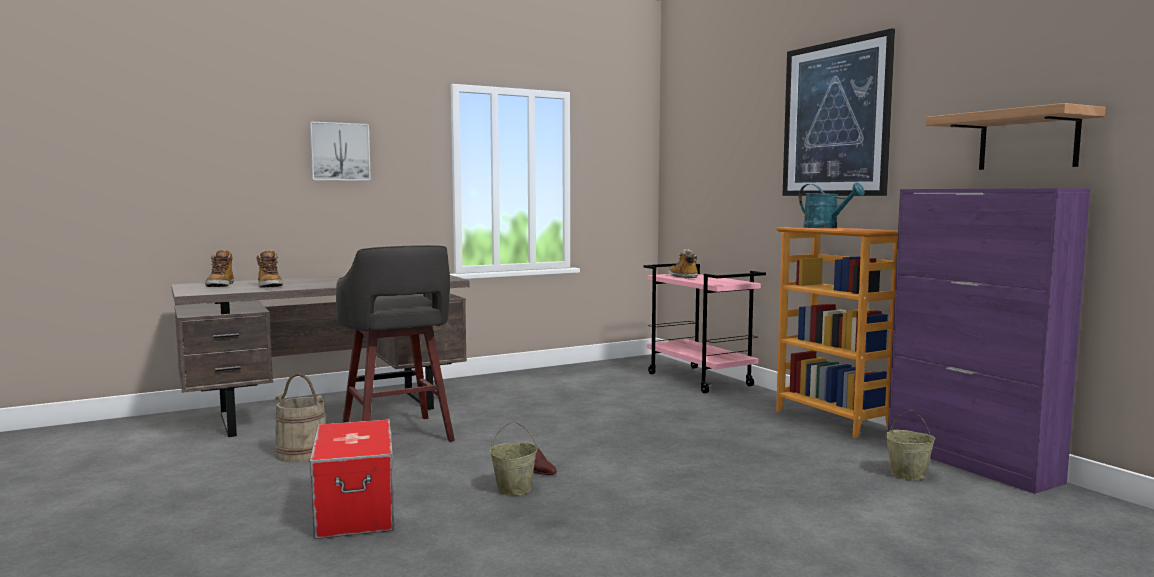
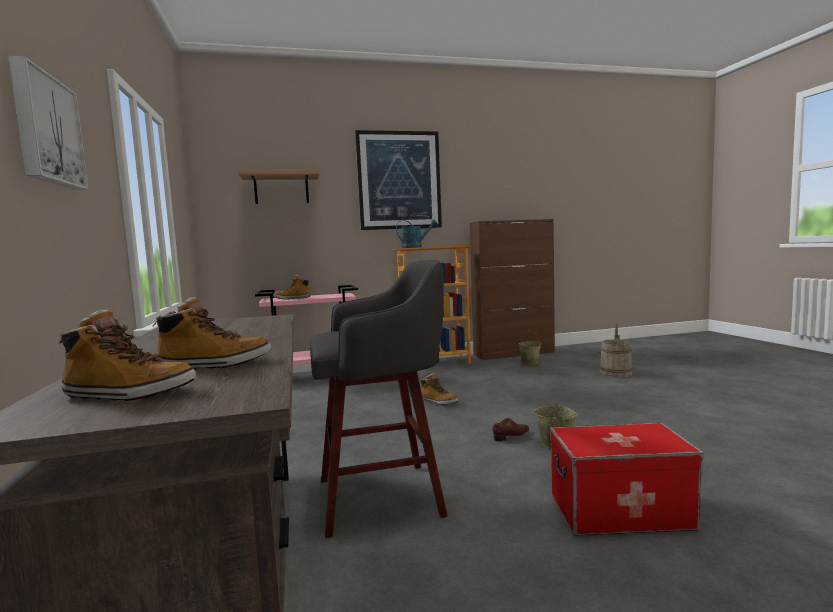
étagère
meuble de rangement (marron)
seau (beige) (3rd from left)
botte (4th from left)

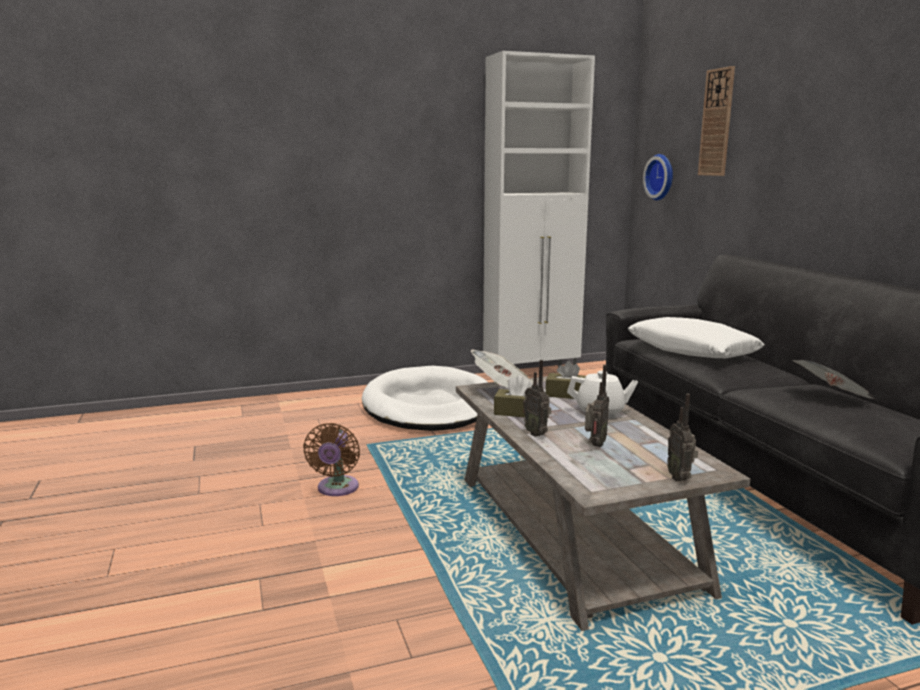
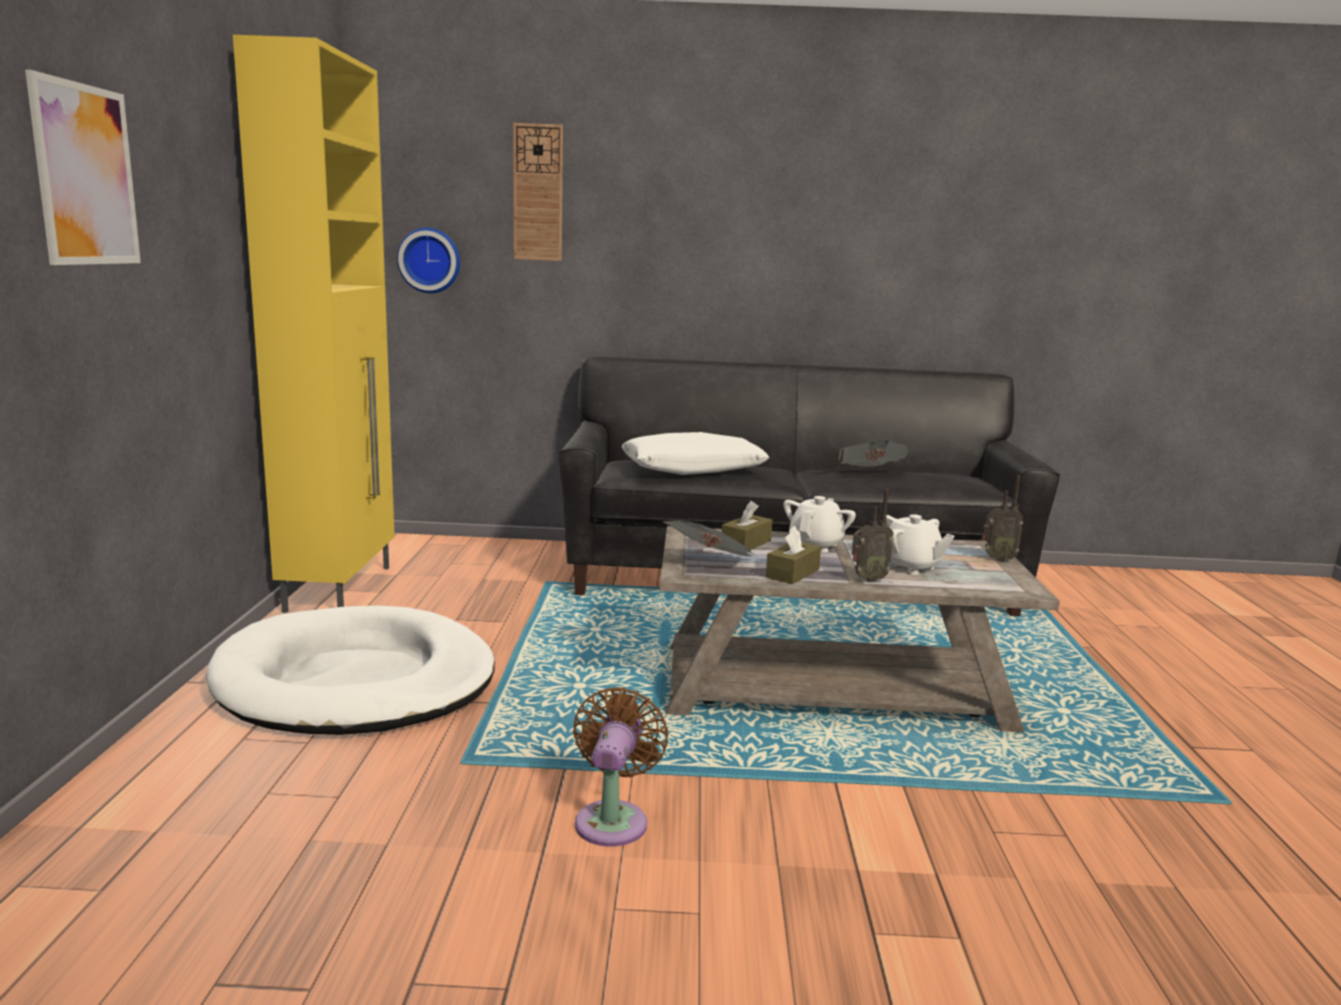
meuble de rangement (jaune)
théière (blanc) (2nd from left)
ventilateur (marron)
tableau

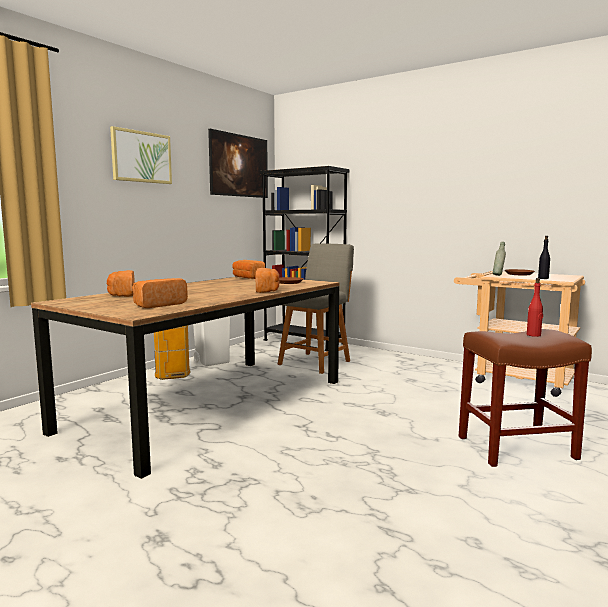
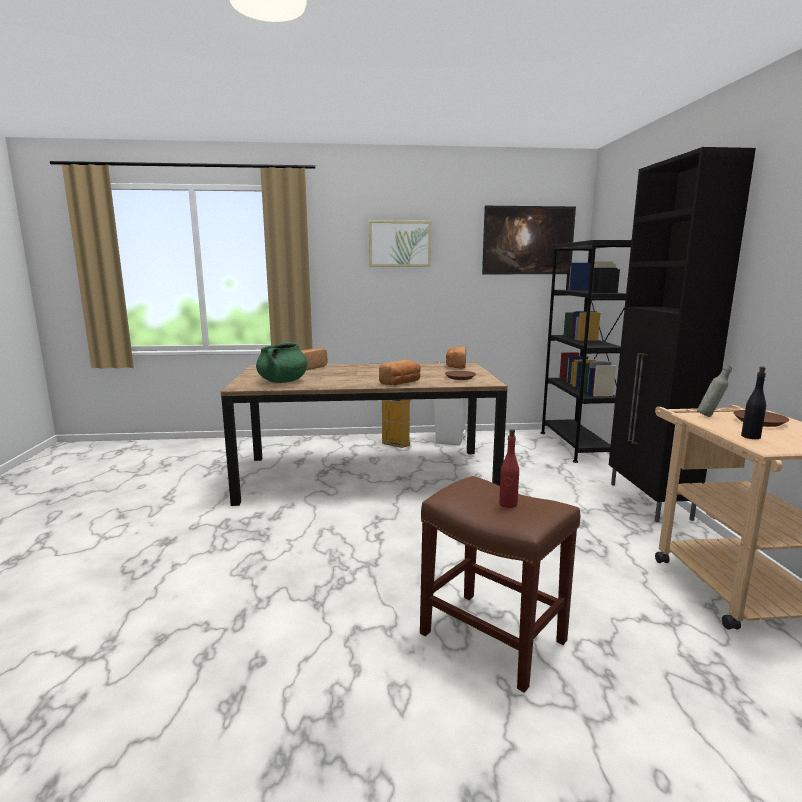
chaise (gris)
marmite (vert)
meuble de rangement (noir)

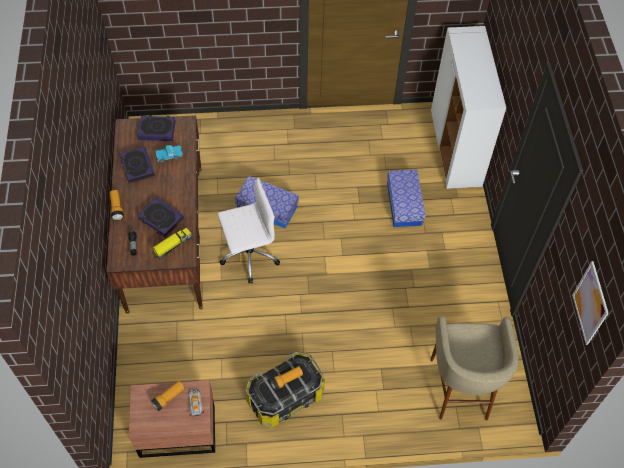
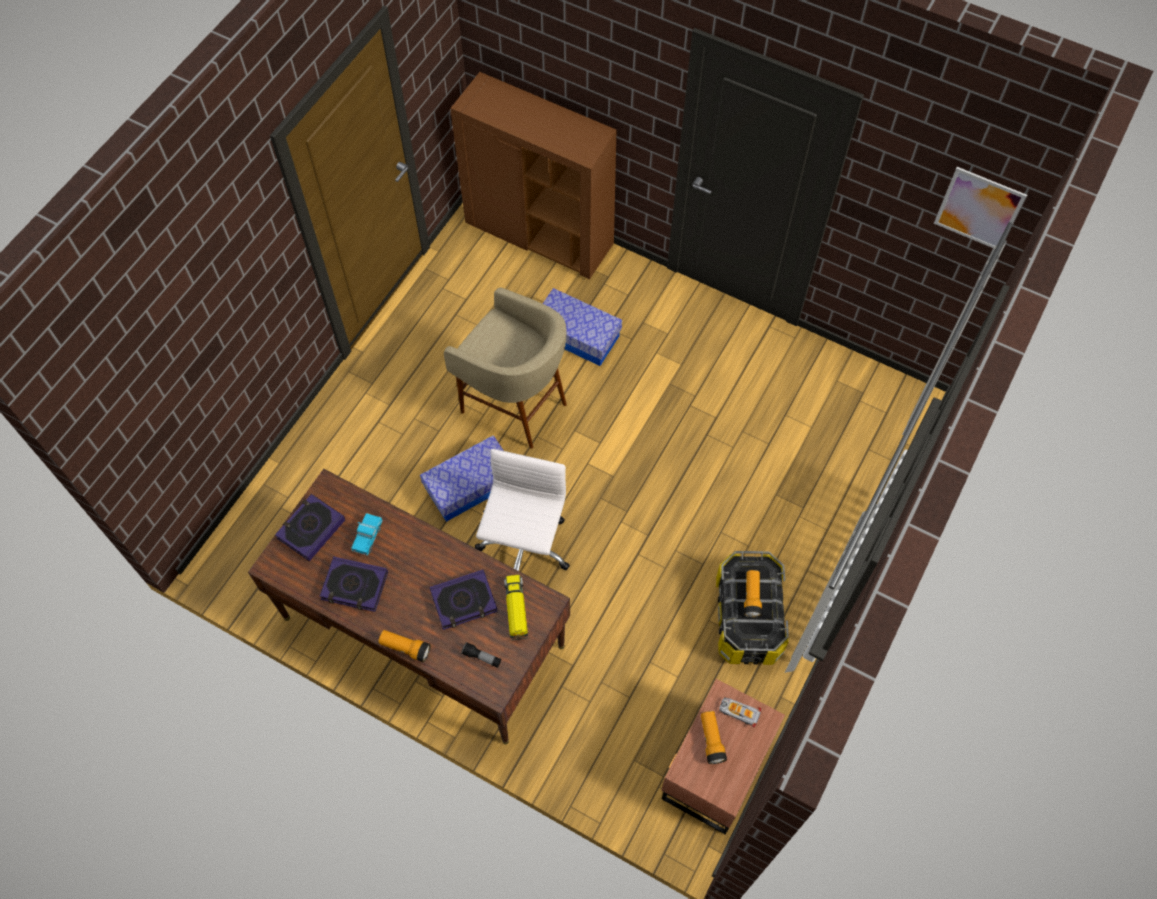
meuble de rangement (marron)
tabouret (beige)

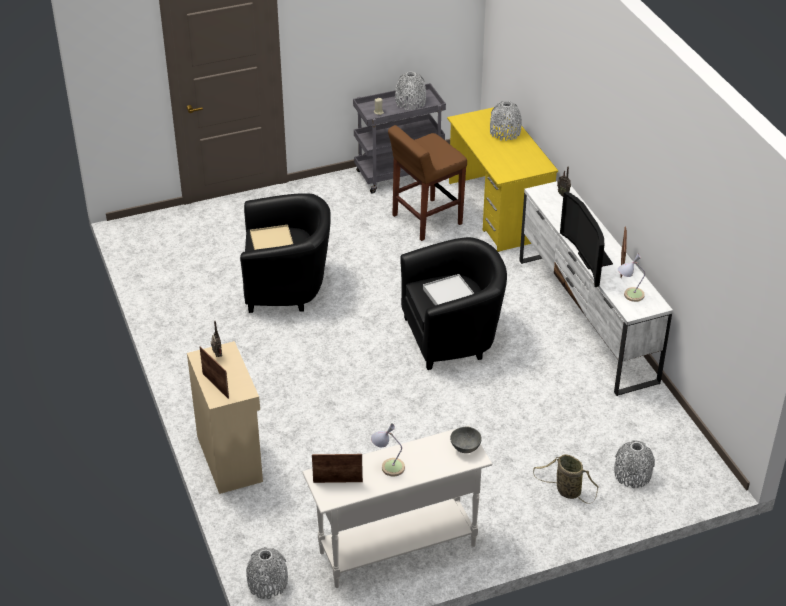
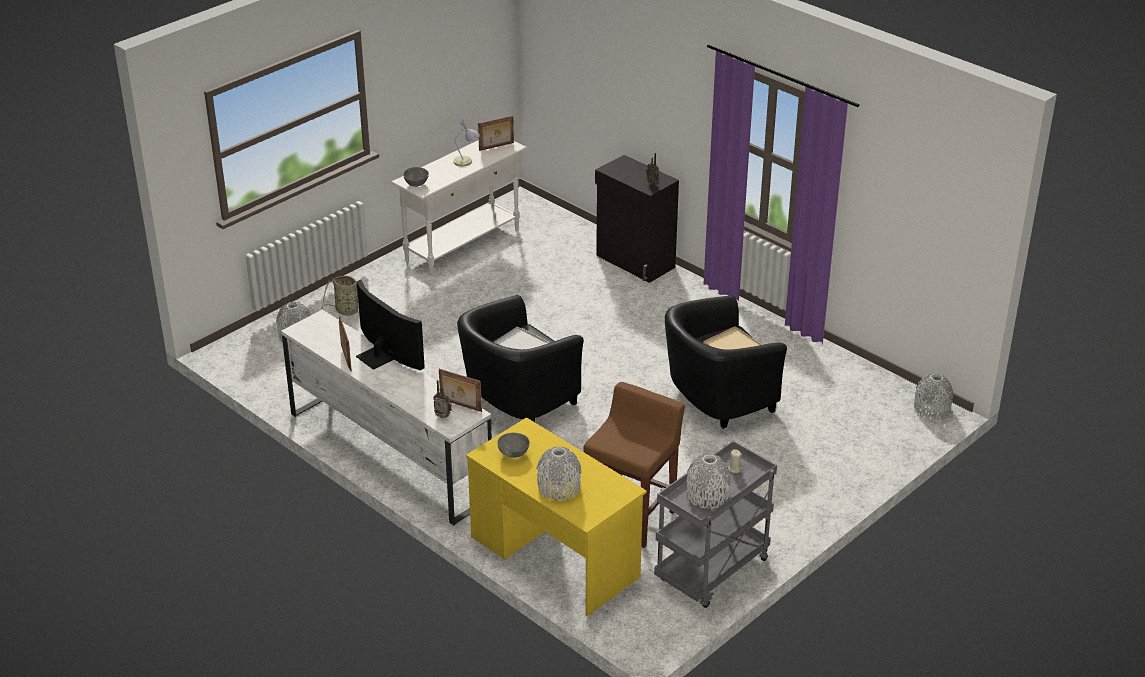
lampe de table (2nd from left in the first image)
meuble de rangement (noir)
cadre photo (2nd from left)
vase (gris) (4th from left)
bol (gris) (2nd from left)

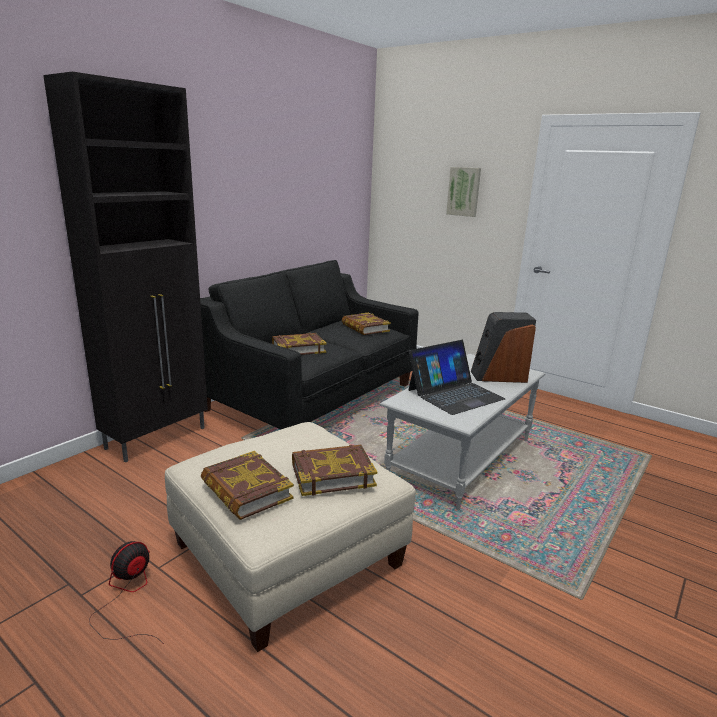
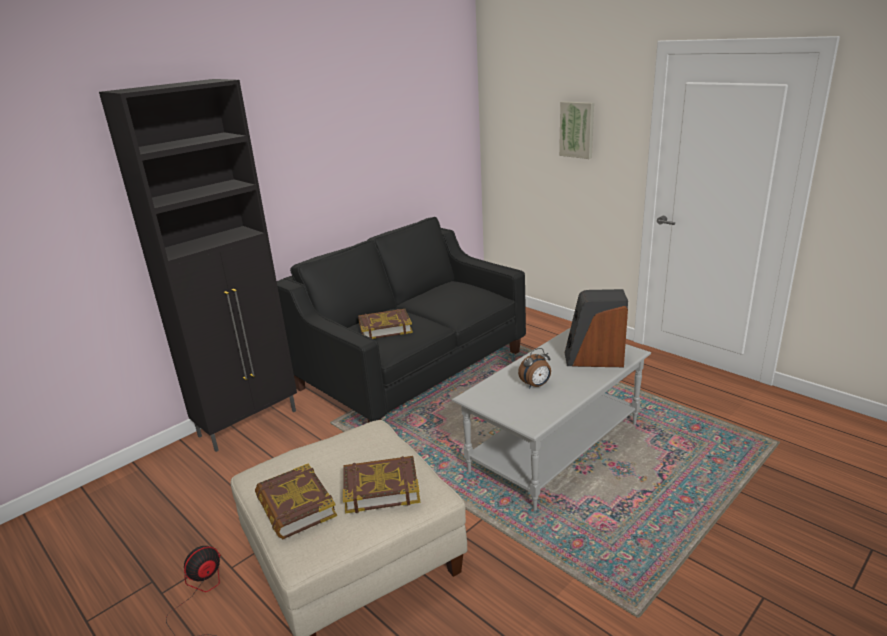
livre (4th from left in the first image)
réveil

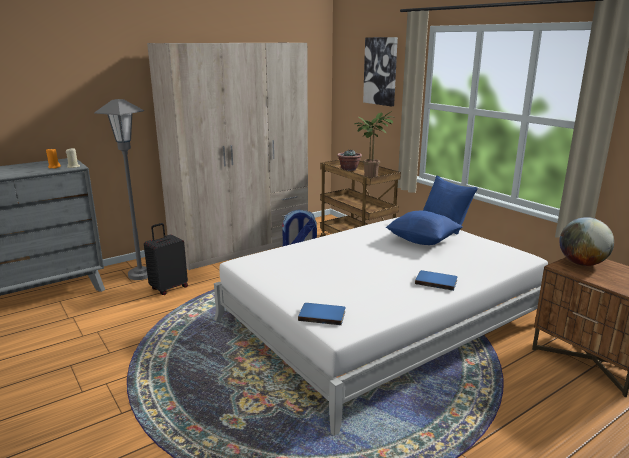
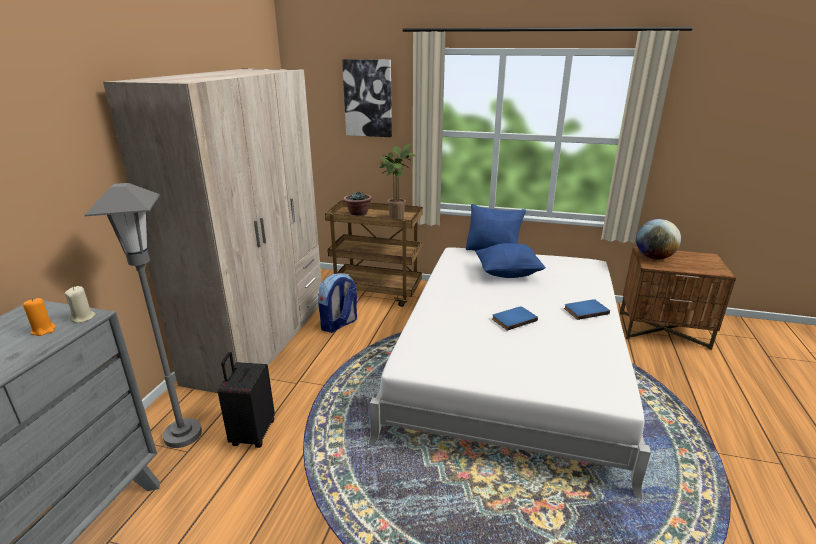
livre (bleu) (1st from left)

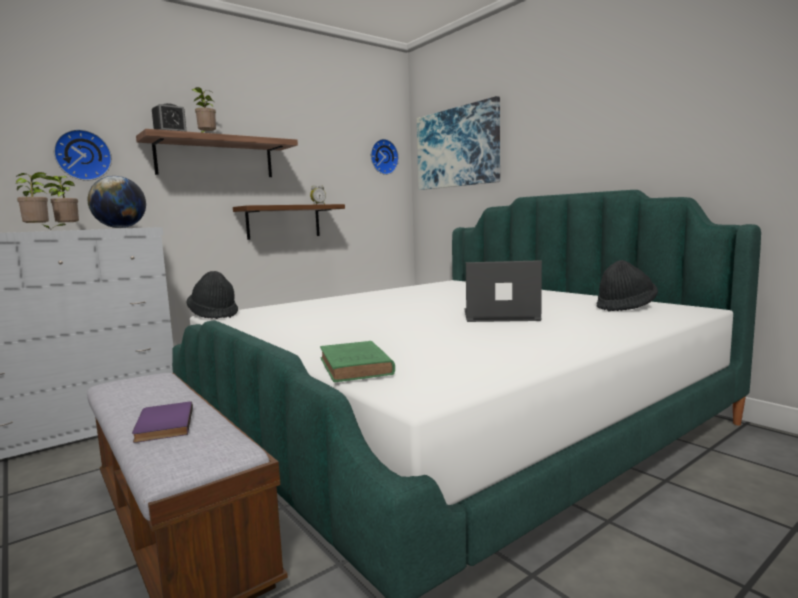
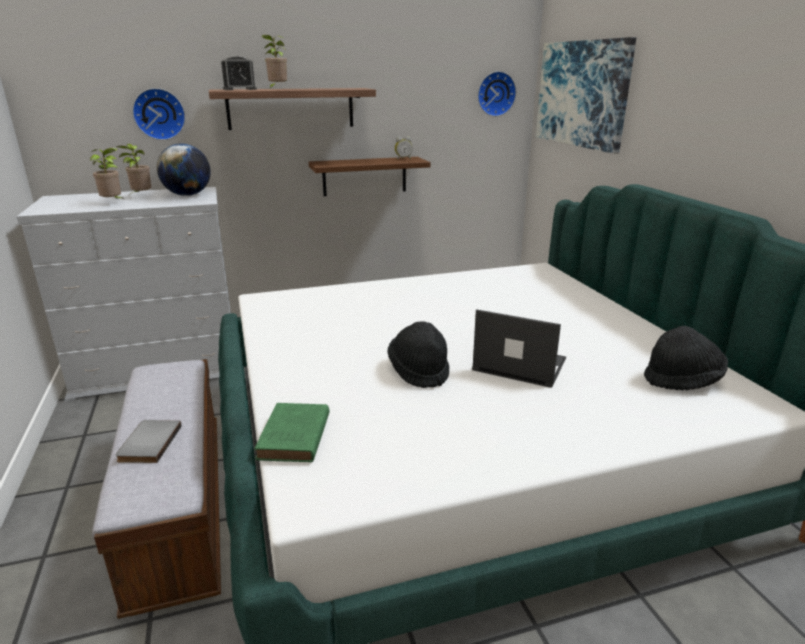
chapeau (noir) (1st from left)
livre (gris)

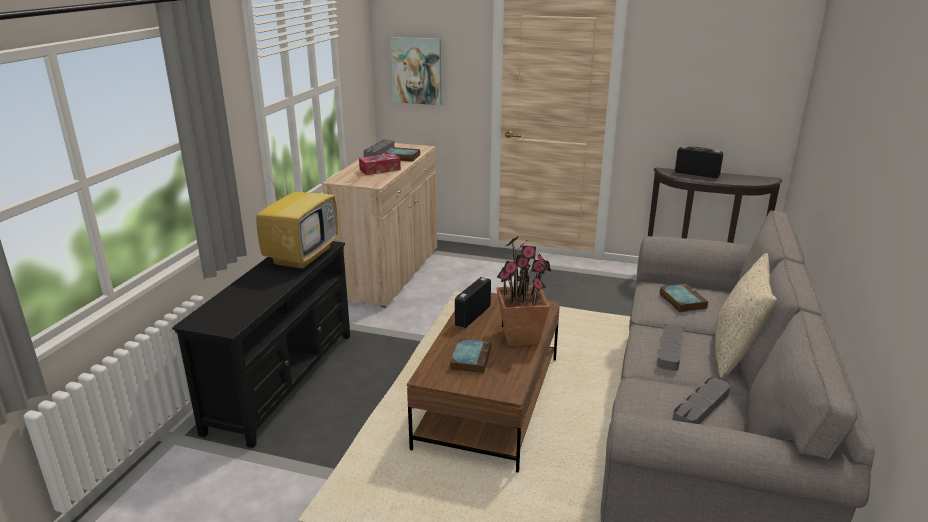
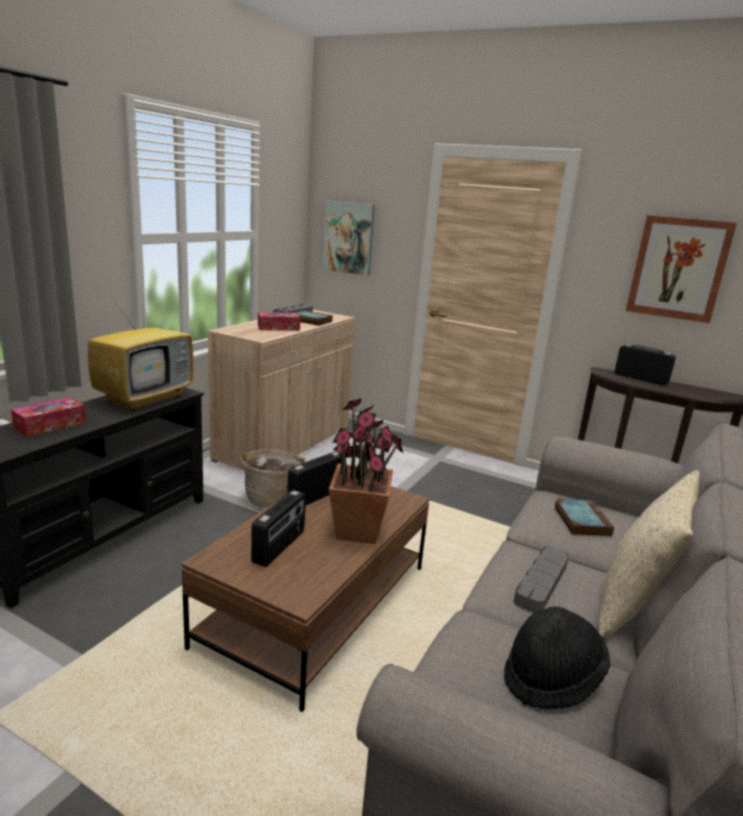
radio (1st from left)
chapeau (noir)
tableau (2nd from left)
boîte à mouchoirs (1st from left)
panier

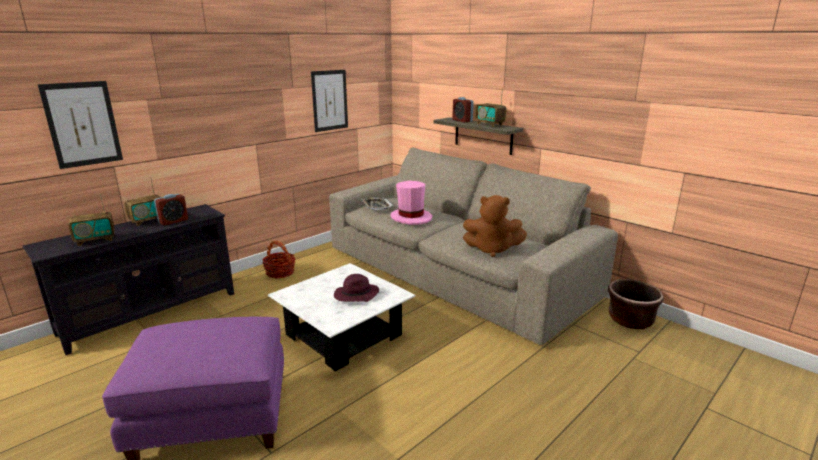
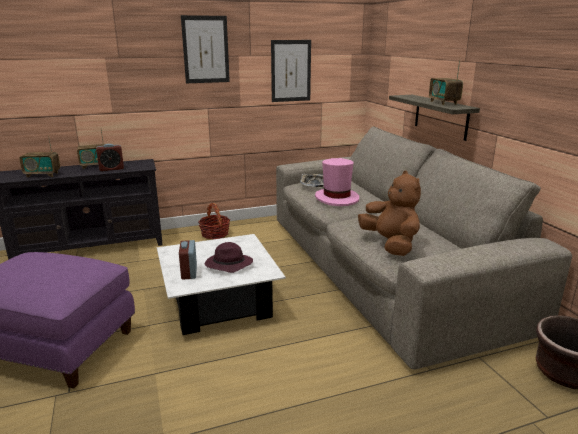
tableau (1st from left)
réveil (2nd from left)
peluche (marron)

